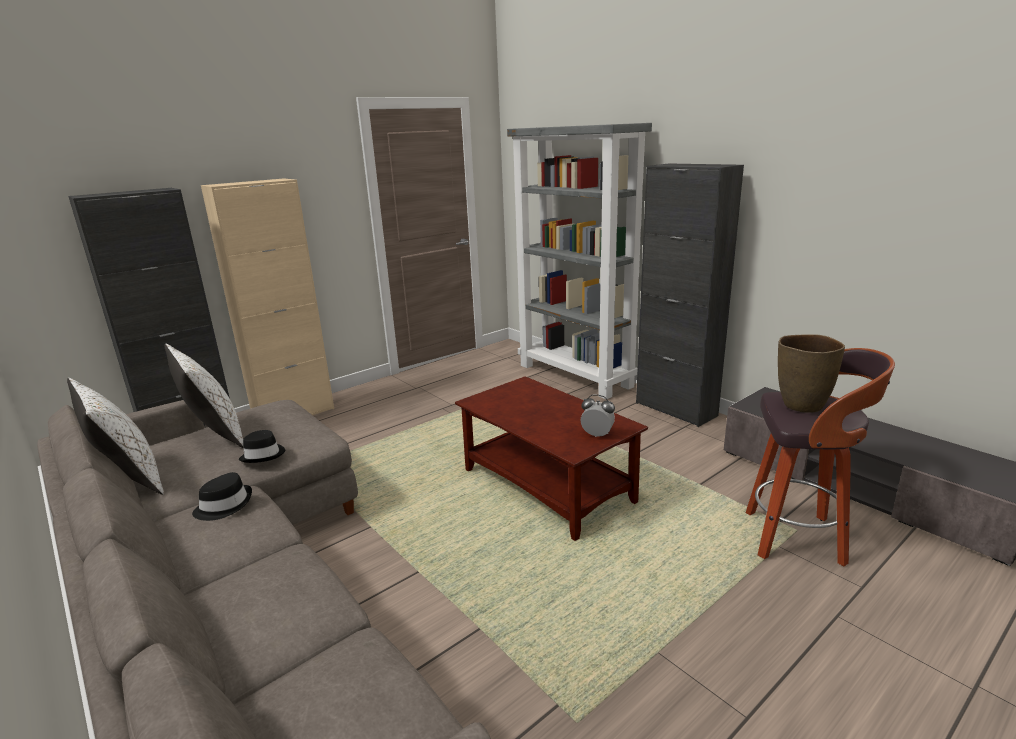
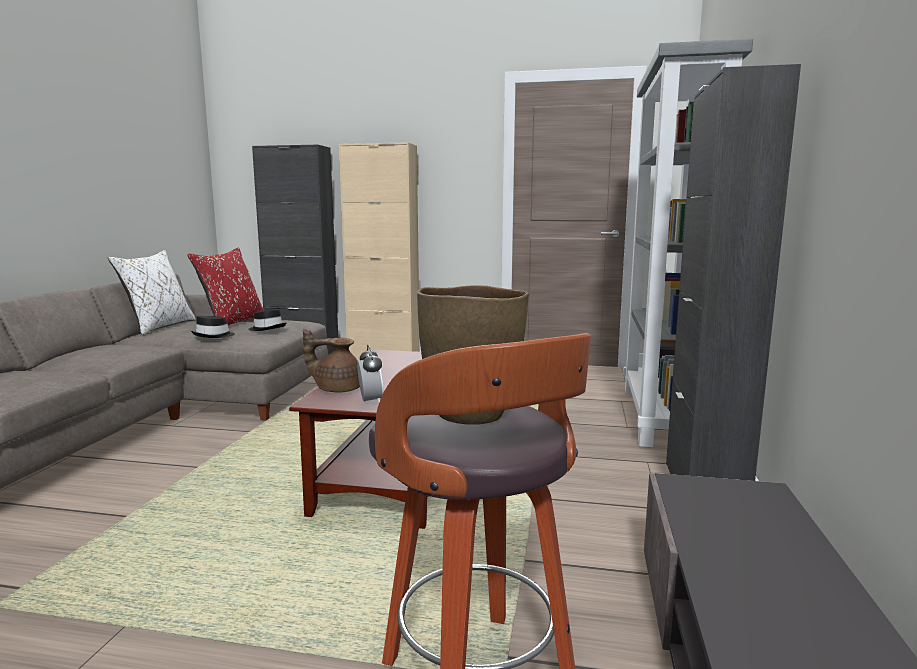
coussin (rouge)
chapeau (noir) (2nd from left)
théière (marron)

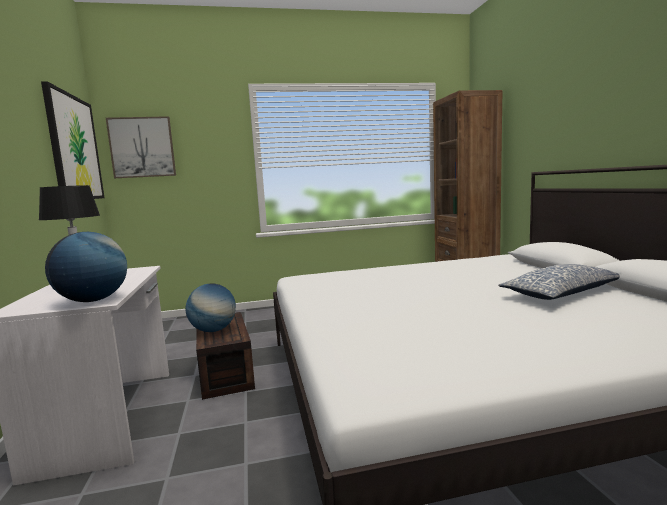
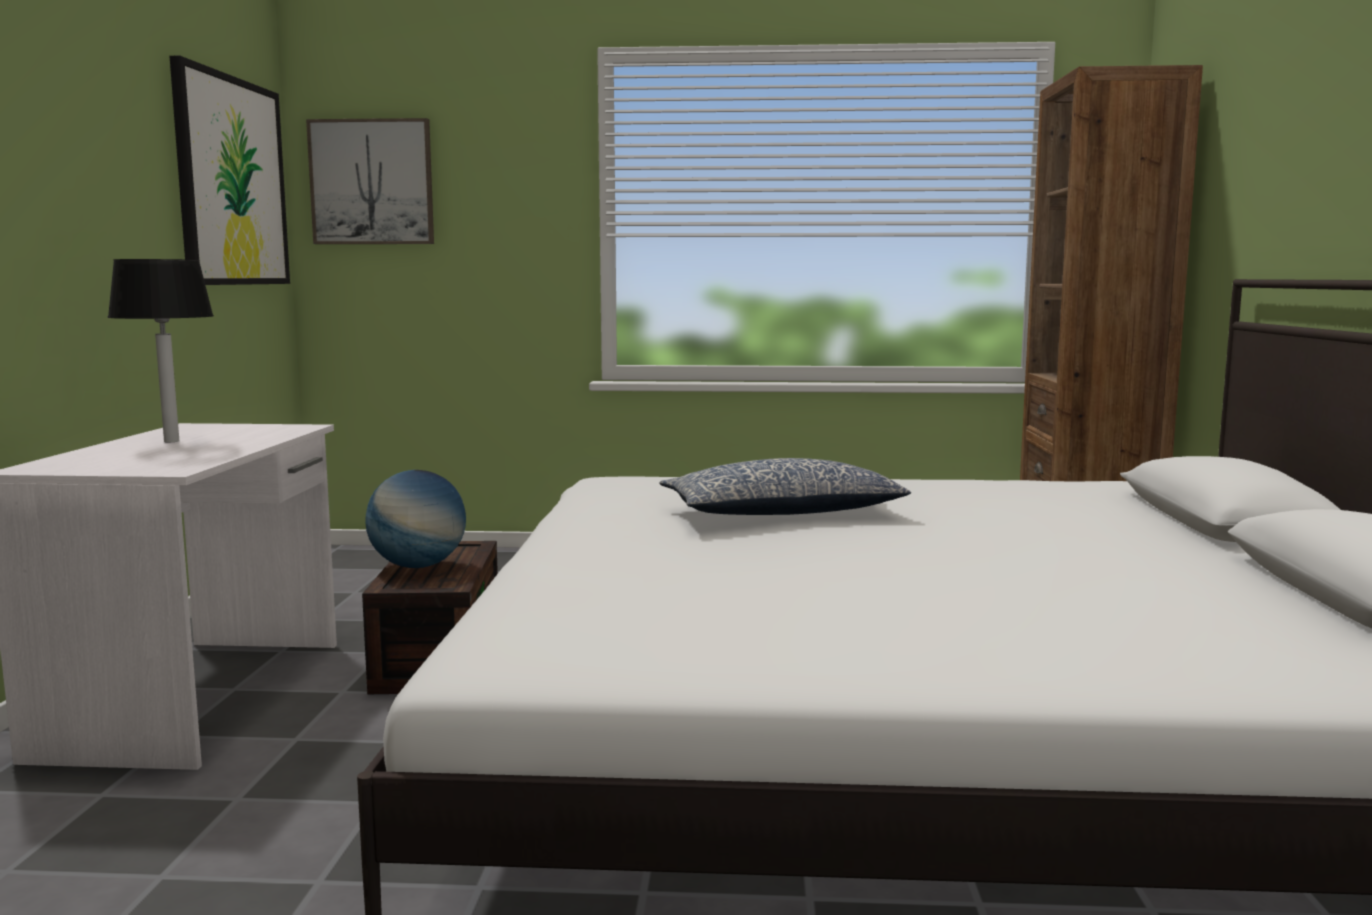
globe (1st from left in the first image)
coussin

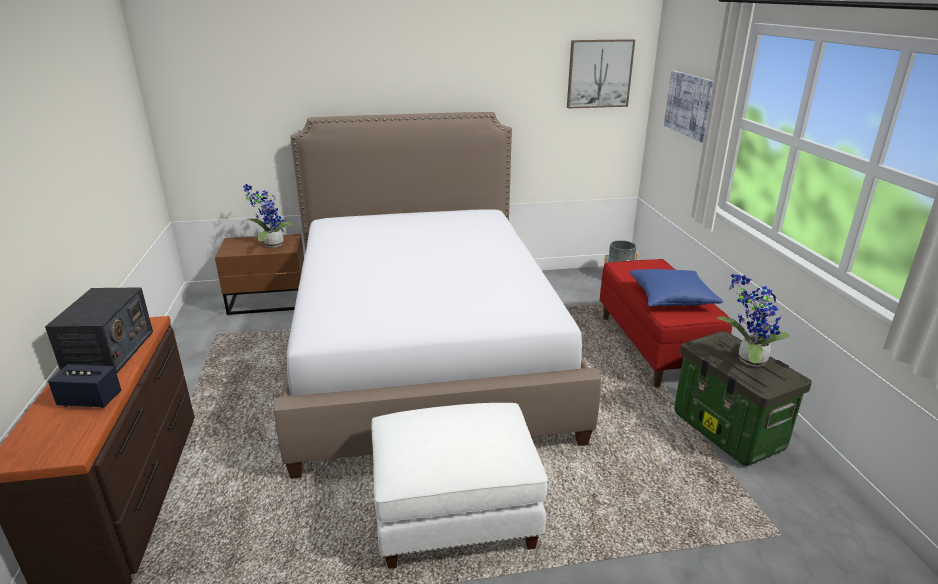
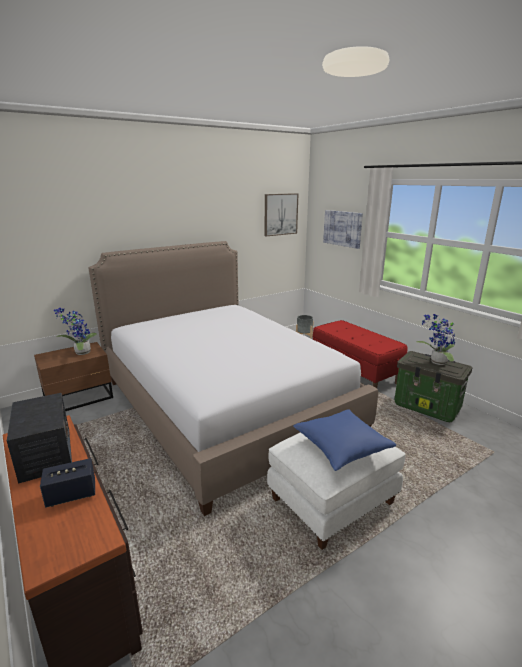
coussin (bleu)

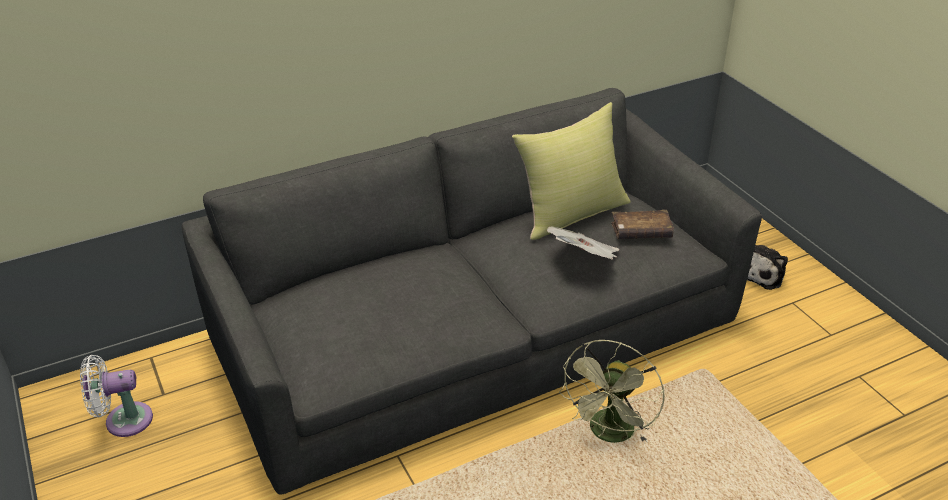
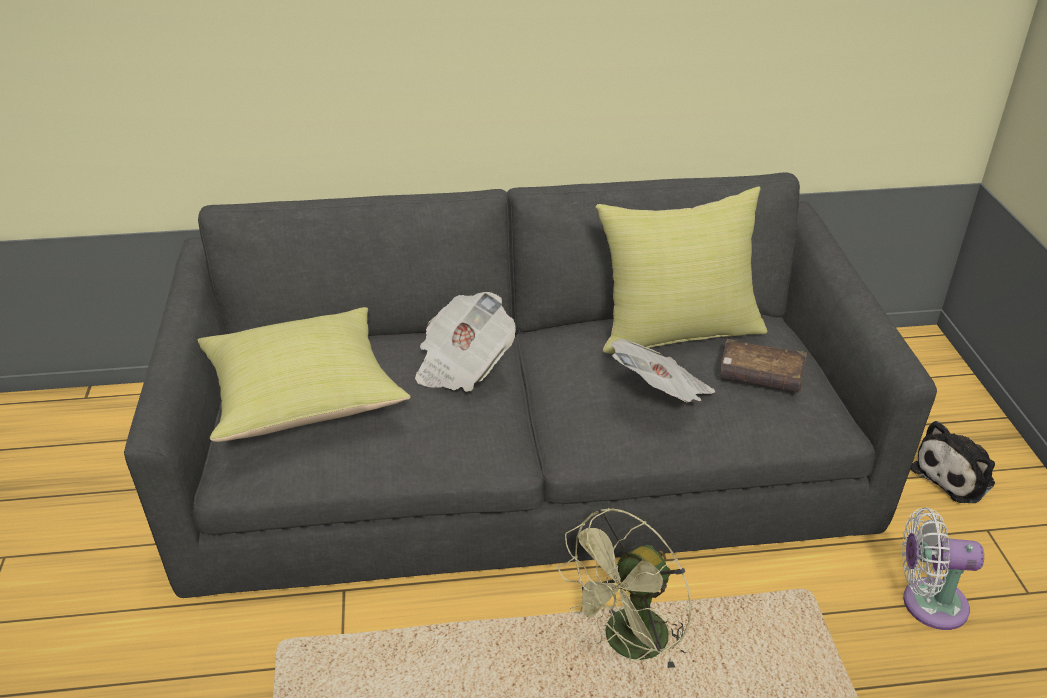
ventilateur (blanc)
journal (1st from left)
coussin (jaune) (1st from left)

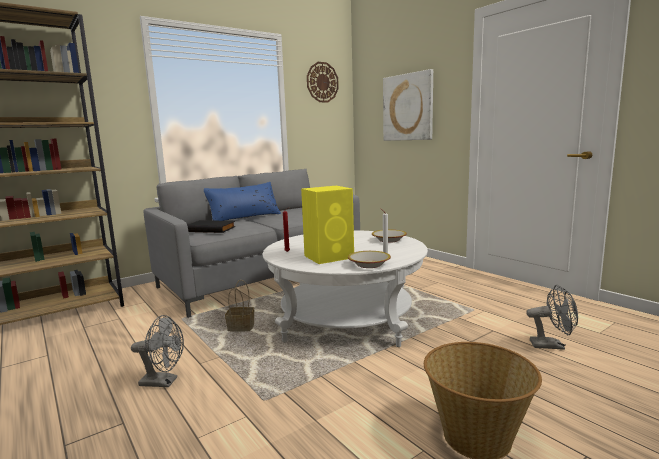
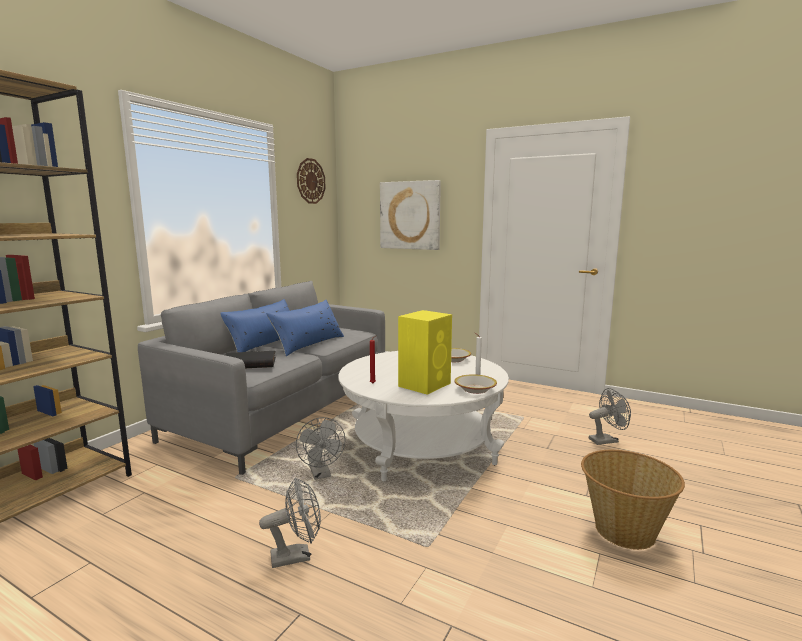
ventilateur (gris) (2nd from left)
coussin (bleu) (2nd from left)

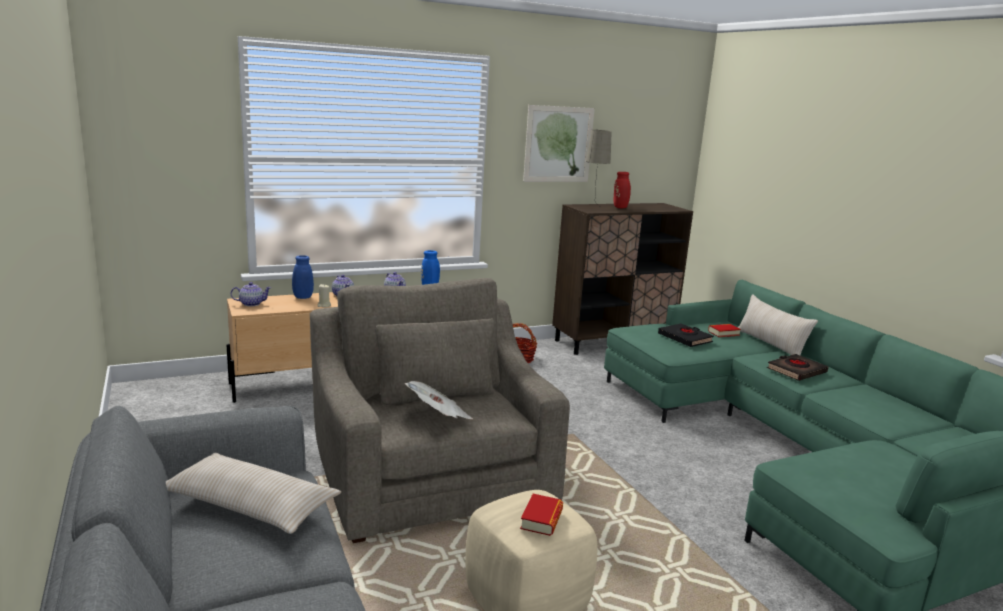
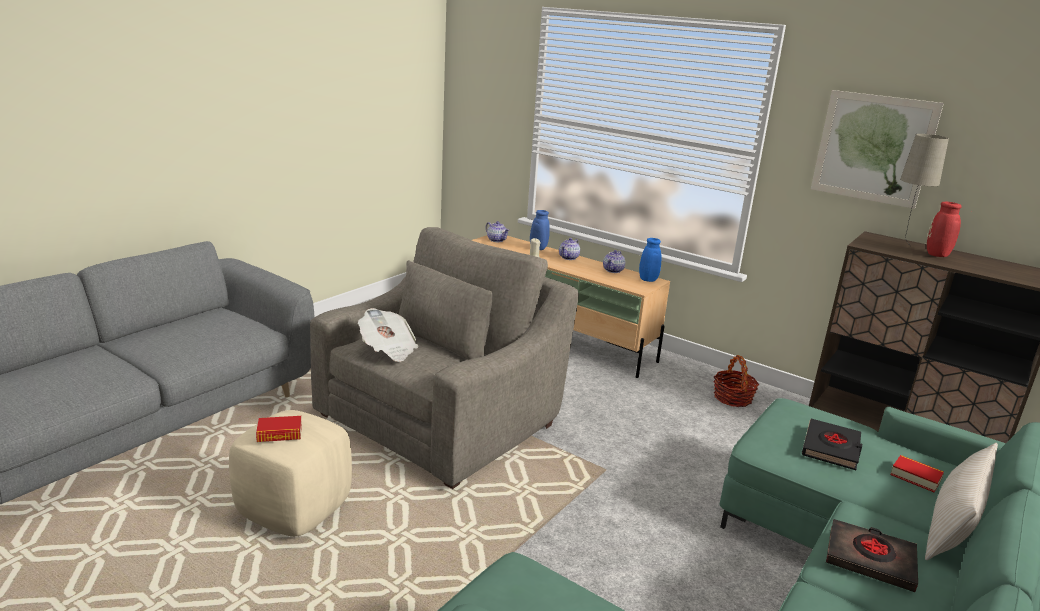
coussin (beige) (1st from left in the first image)

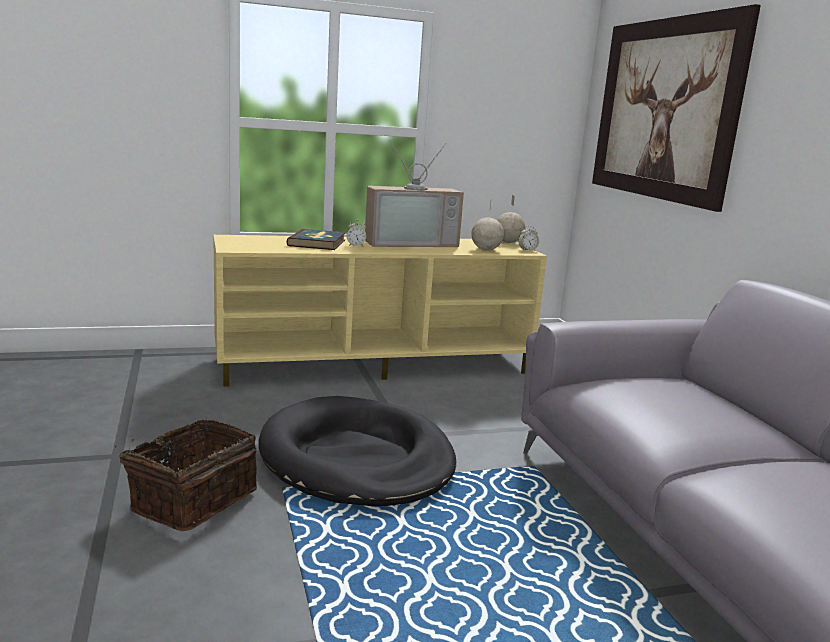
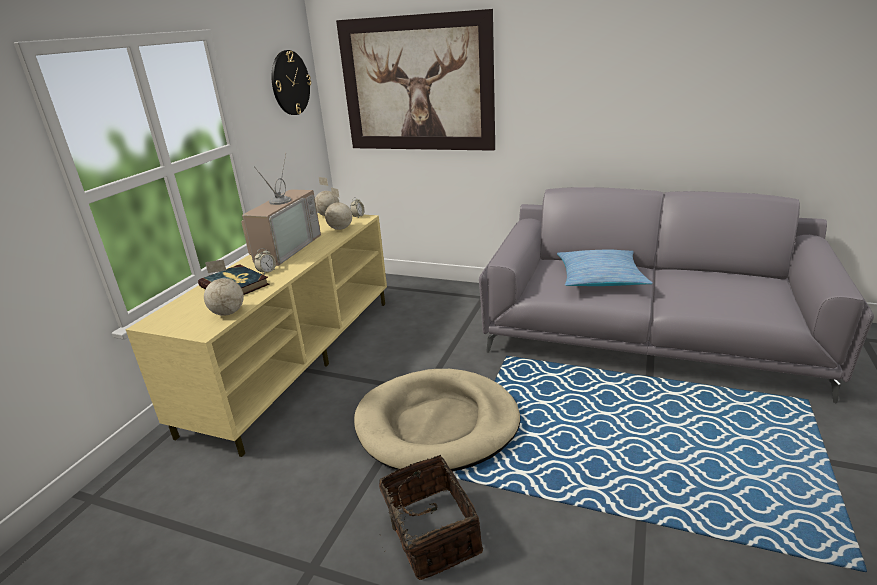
panier pour chien (beige)
horloge murale
coussin
globe (1st from left)

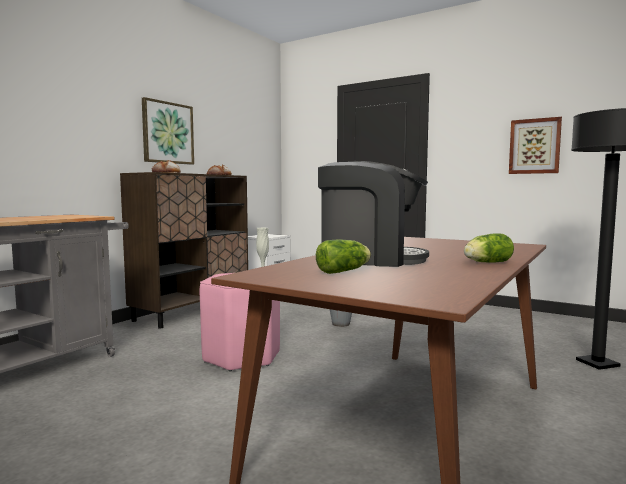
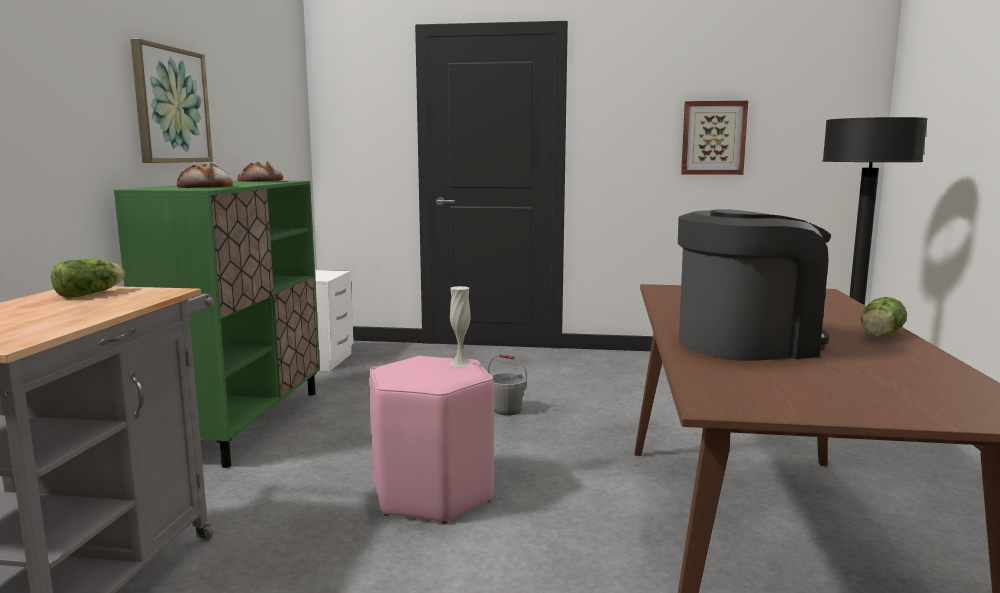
meuble de rangement (vert)
laitue (1st from left)

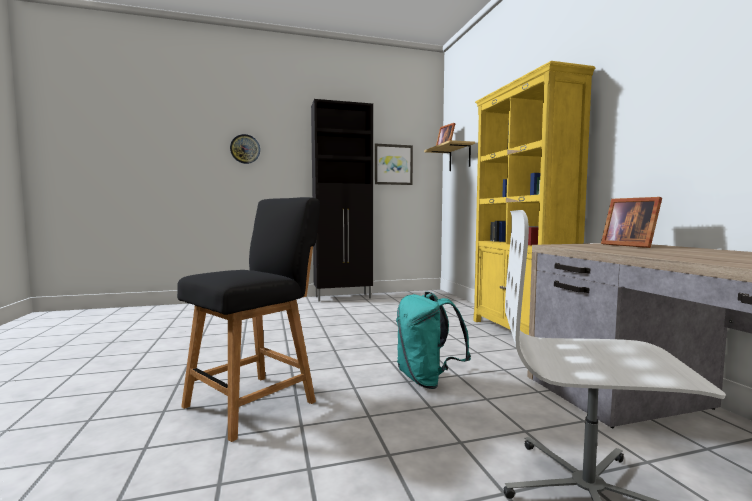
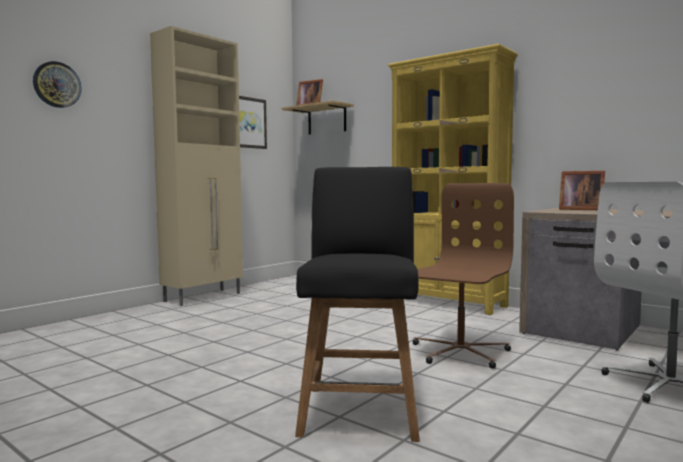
meuble de rangement (beige)
chaise de bureau (marron)

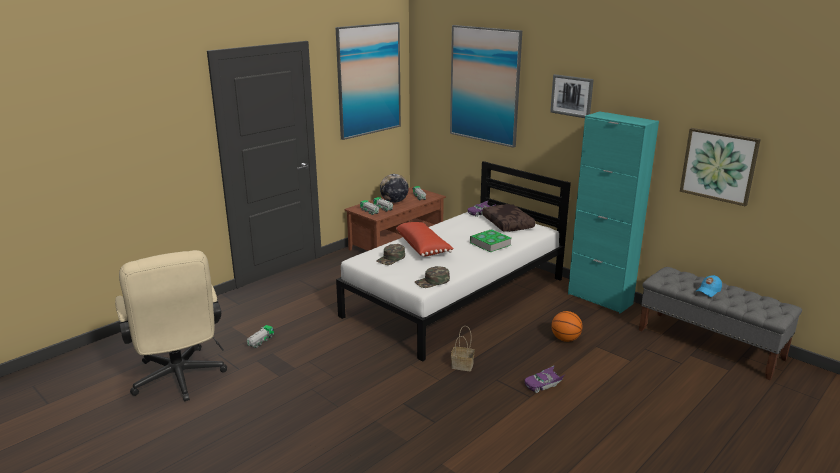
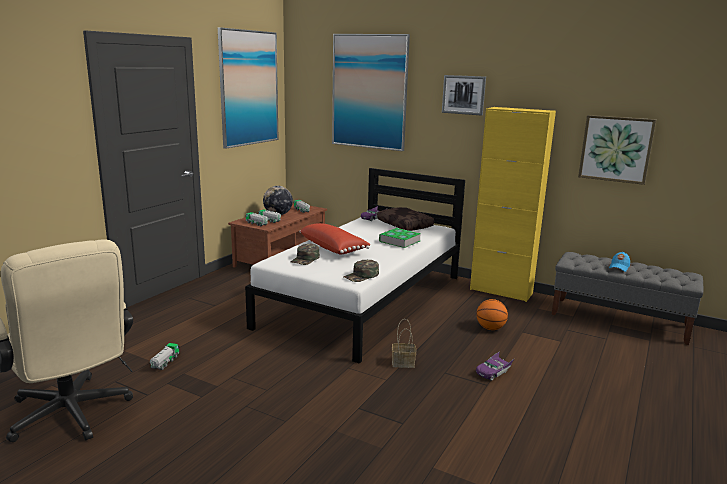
meuble de rangement (jaune)

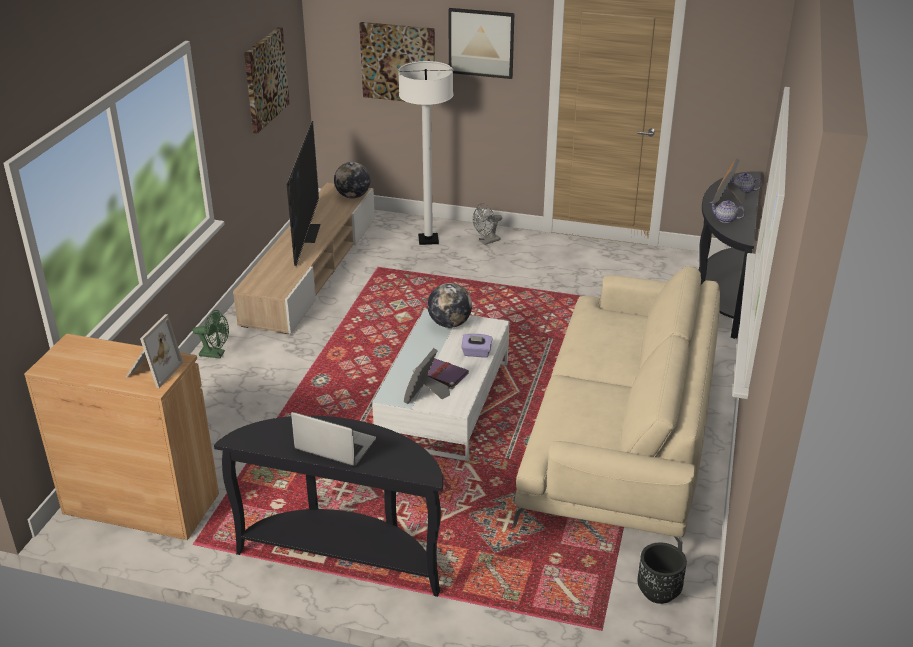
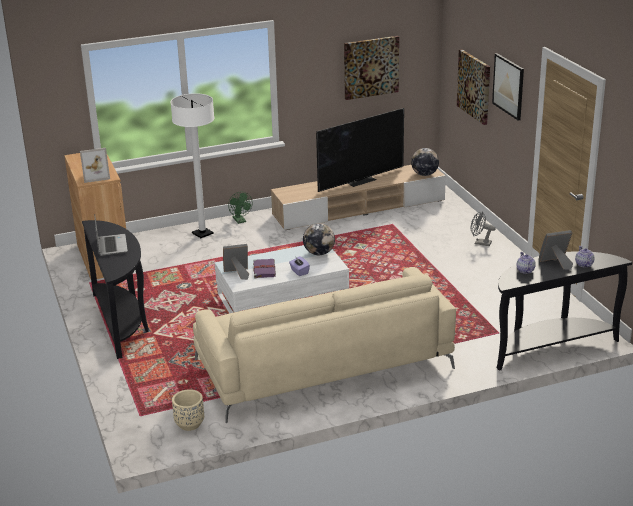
lampadaire (blanc)
cache-pot (beige)

